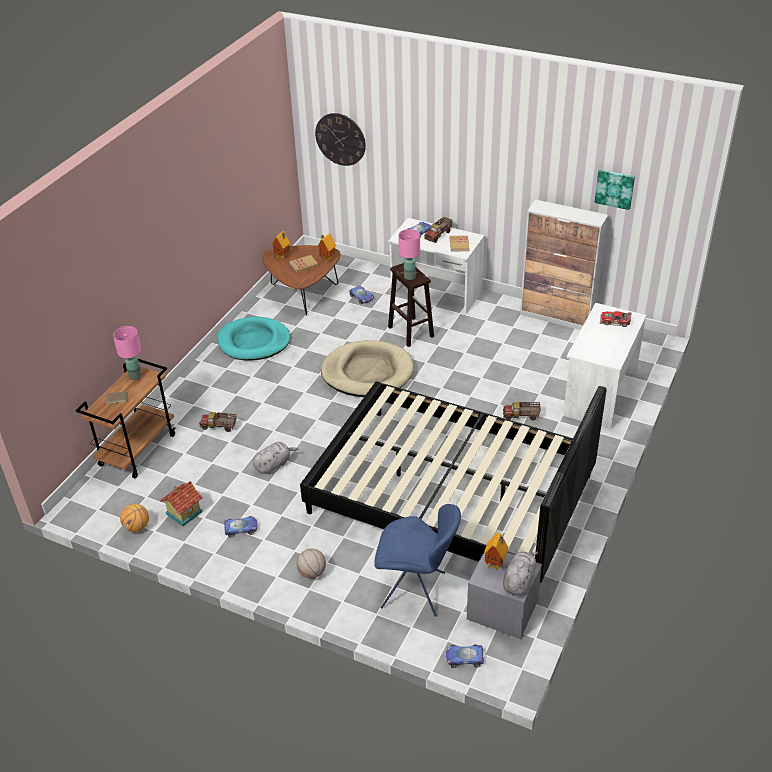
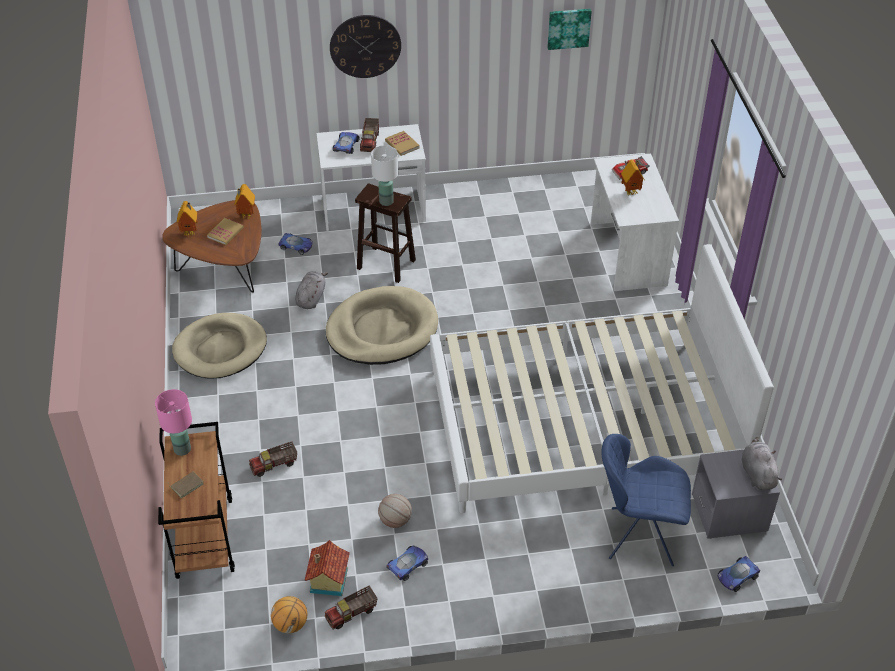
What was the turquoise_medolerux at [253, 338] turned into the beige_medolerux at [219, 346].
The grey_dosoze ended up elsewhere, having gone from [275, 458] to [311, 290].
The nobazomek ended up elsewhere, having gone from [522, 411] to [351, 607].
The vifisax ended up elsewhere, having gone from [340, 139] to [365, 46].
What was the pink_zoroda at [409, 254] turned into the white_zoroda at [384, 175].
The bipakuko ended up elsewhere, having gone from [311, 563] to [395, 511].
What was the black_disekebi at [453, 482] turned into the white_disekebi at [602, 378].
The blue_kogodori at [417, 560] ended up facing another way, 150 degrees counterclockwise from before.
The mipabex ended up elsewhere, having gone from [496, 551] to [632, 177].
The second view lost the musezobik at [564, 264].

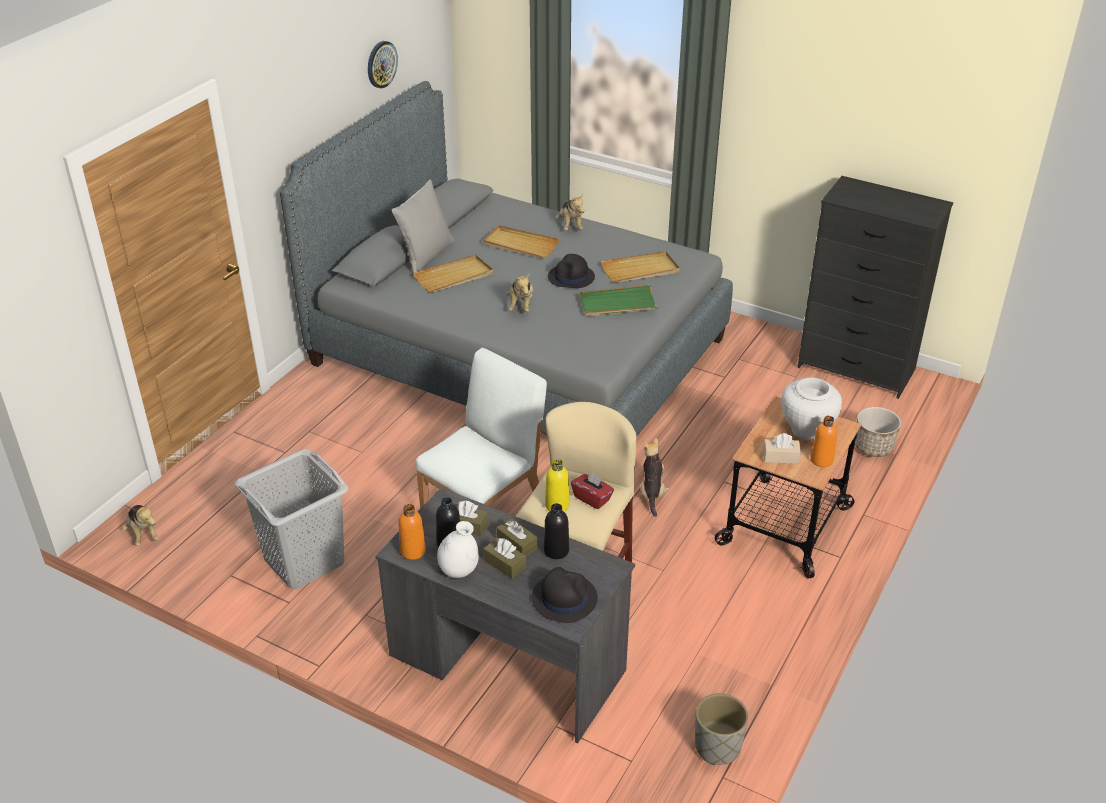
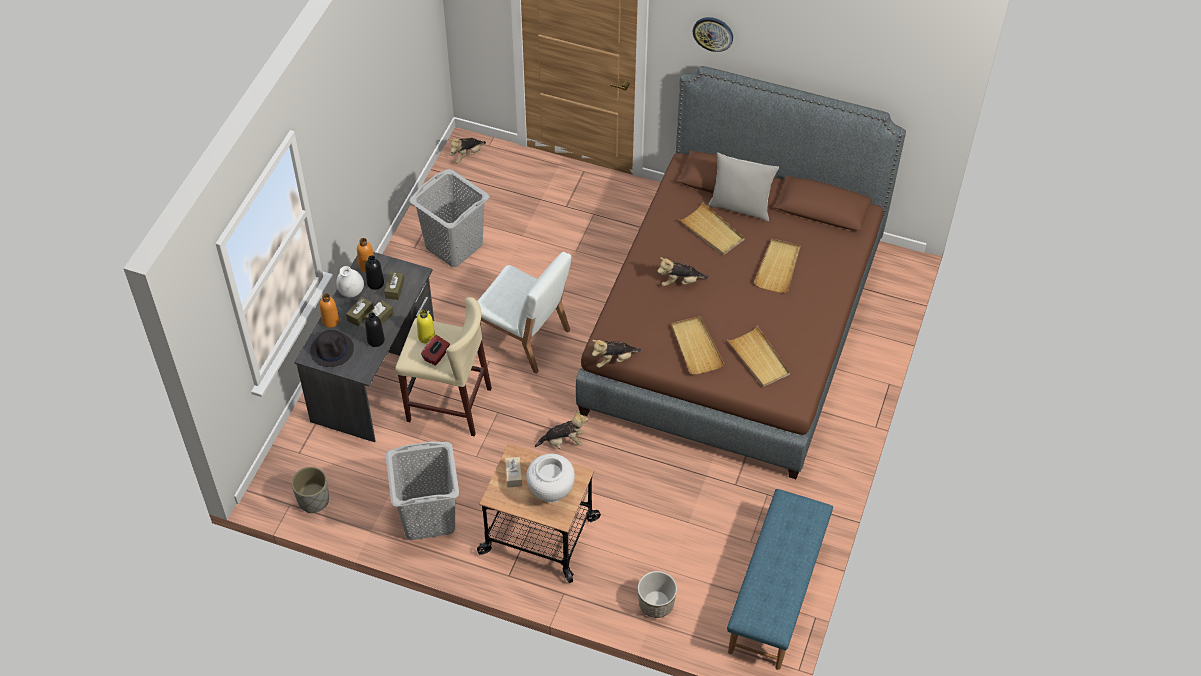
The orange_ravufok ended up elsewhere, having gone from [823, 441] to [329, 310].
The second view gained the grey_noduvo at [422, 490].
What was the grey_disekebi at [506, 258] turned into the brown_disekebi at [741, 272].
The dosoze ended up elsewhere, having gone from [570, 212] to [616, 354].
What was the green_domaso at [619, 301] turned into the beige_domaso at [697, 345].
The vifisax ended up elsewhere, having gone from [383, 64] to [713, 34].
Where the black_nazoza stood at [875, 287], the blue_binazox came to stand at [780, 579].
The second view lost the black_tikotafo at [571, 271].

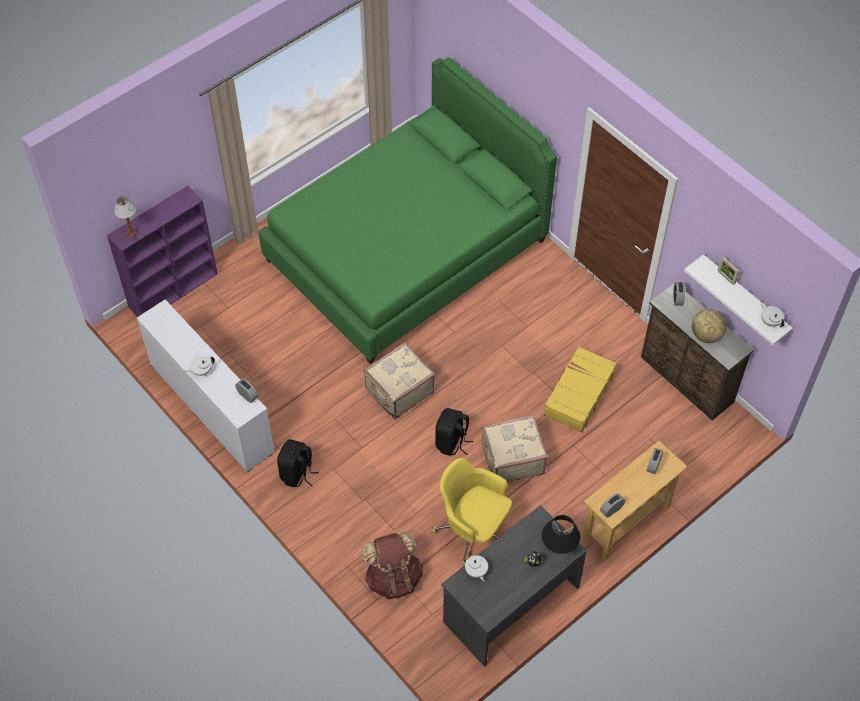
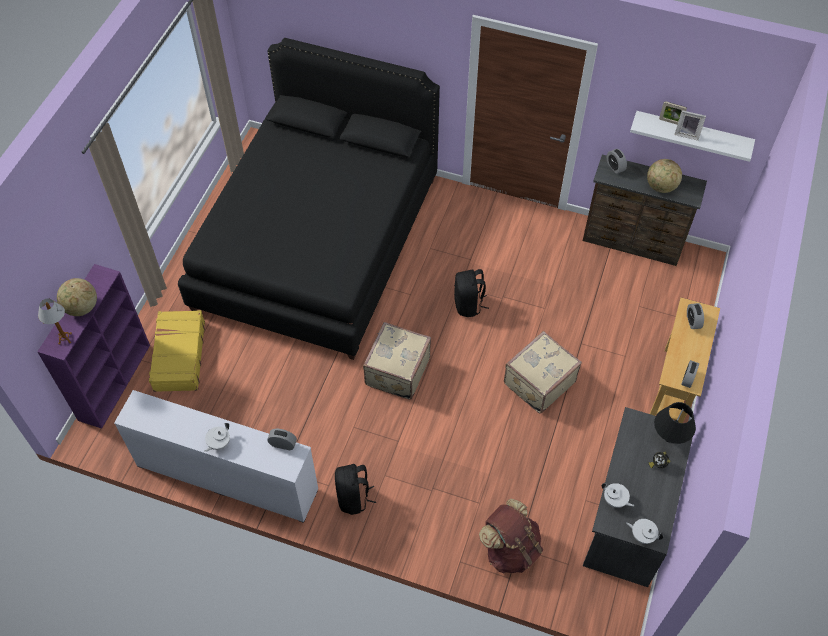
The second view gained the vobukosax at [77, 297].
The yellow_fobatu ended up elsewhere, having gone from [580, 389] to [177, 351].
What was the green_disekebi at [407, 210] turned into the black_disekebi at [309, 199].
The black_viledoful ended up elsewhere, having gone from [454, 432] to [471, 293].
The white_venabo ended up elsewhere, having gone from [772, 315] to [645, 531].
The second view gained the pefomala at [690, 125].
The second view lost the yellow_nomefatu at [471, 512].

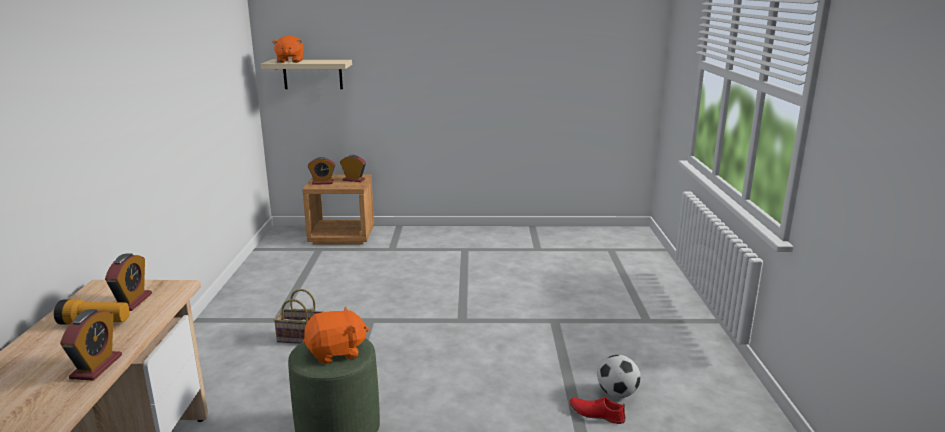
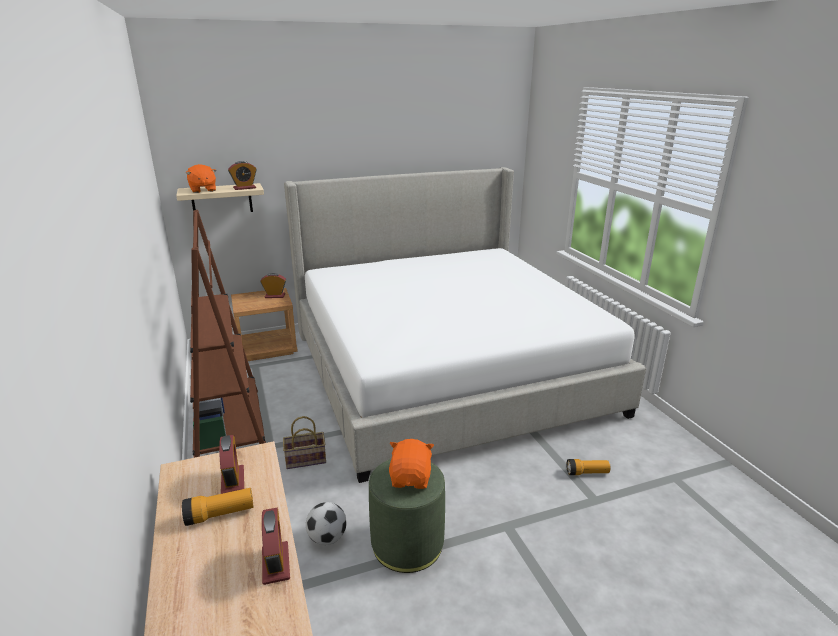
The second view gained the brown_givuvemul at [228, 334].
The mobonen ended up elsewhere, having gone from [321, 171] to [242, 175].
The second view gained the disekebi at [465, 325].
The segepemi ended up elsewhere, having gone from [619, 376] to [326, 523].
The orange_dosoze at [336, 335] ended up facing another way, 45 degrees counterclockwise from before.
Where the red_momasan stood at [598, 410], the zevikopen came to stand at [589, 467].

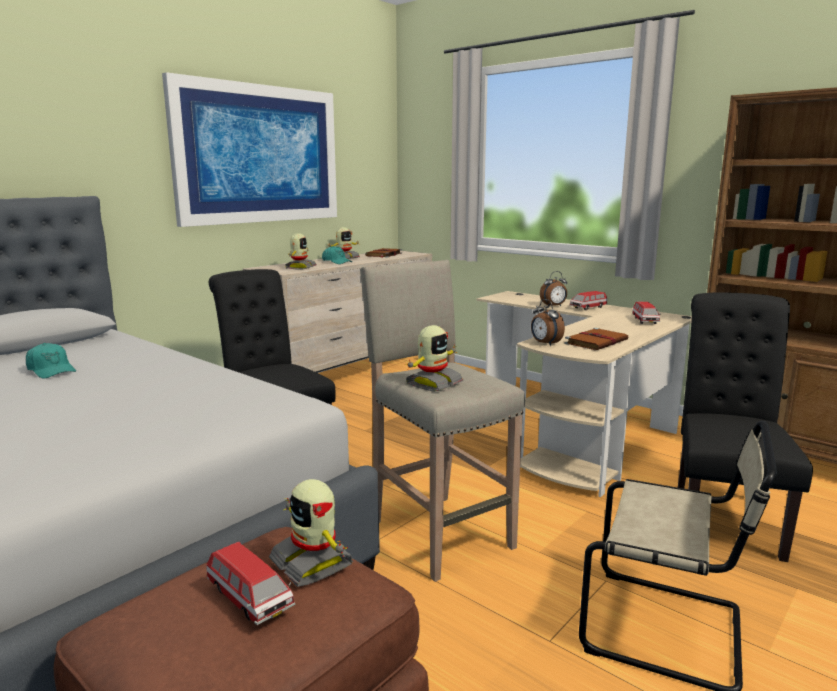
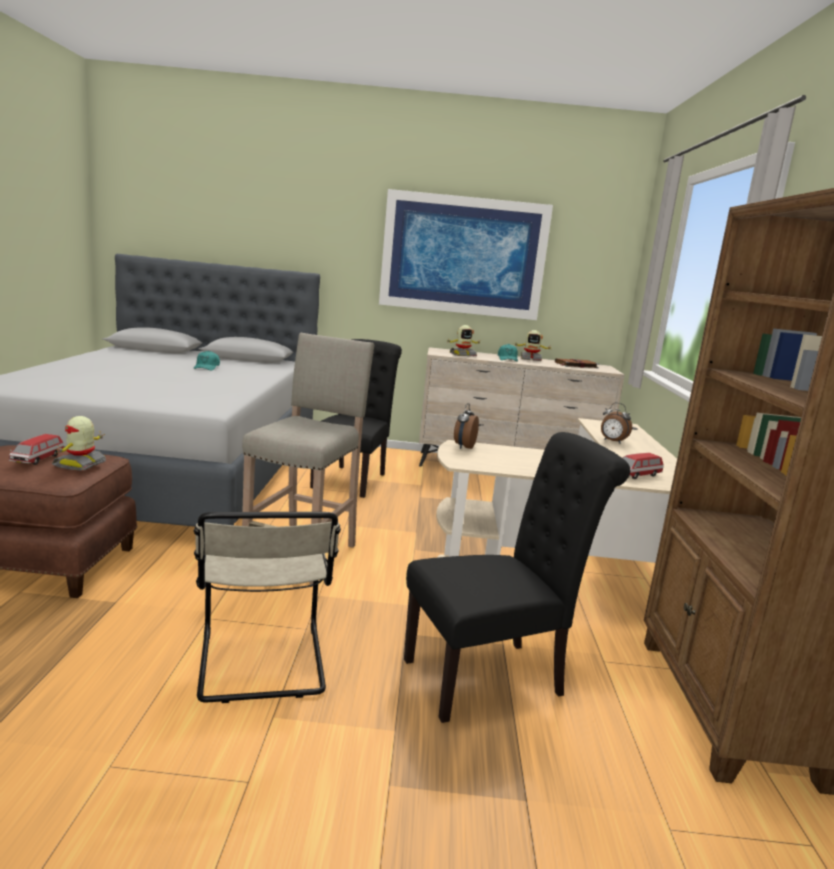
The second view lost the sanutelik at [434, 358].
The second view lost the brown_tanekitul at [596, 339].
The second view lost the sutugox at [588, 300].

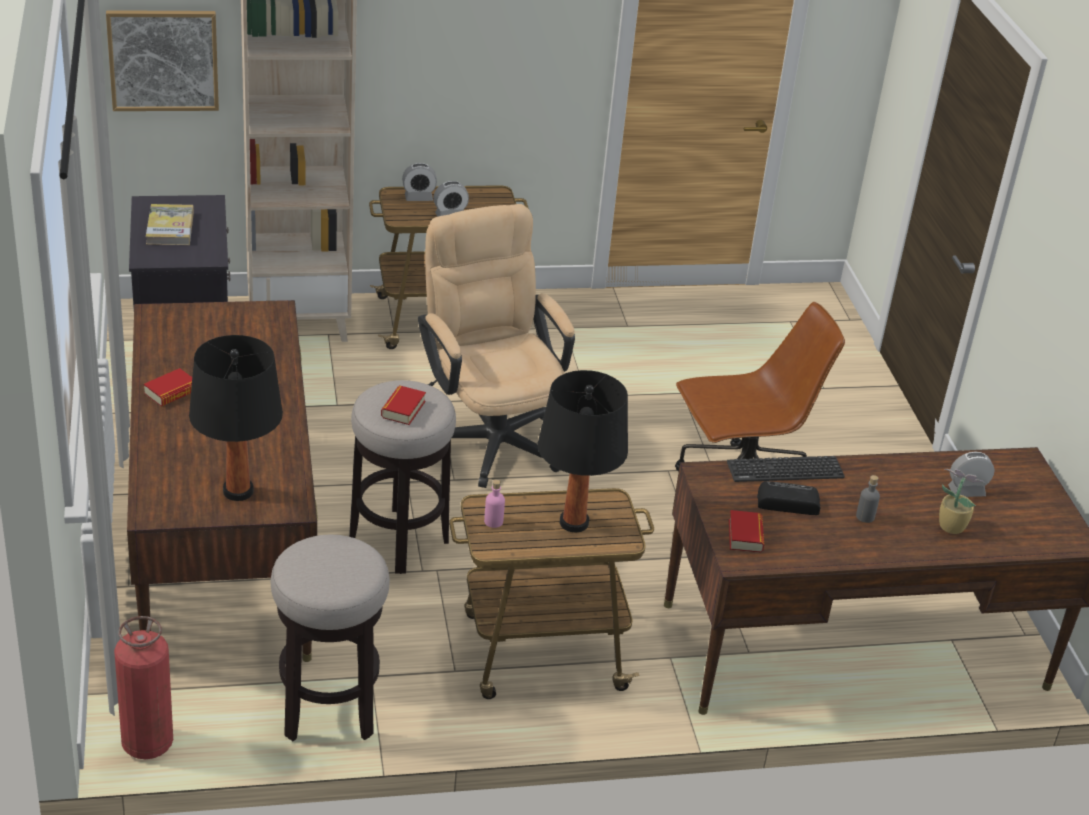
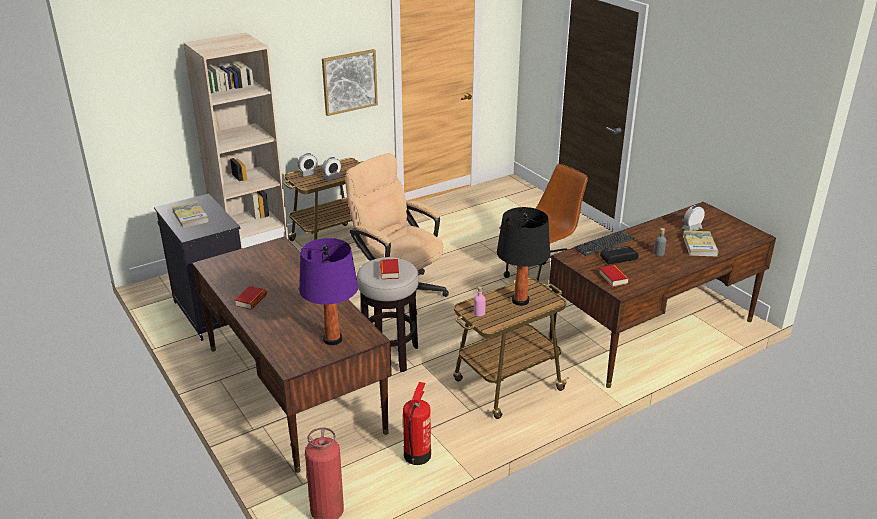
What was the black_zoroda at [236, 418] turned into the purple_zoroda at [328, 291].
The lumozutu ended up elsewhere, having gone from [162, 60] to [350, 82].
Where the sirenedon stood at [330, 637], the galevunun came to stand at [417, 423].
Where the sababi stood at [962, 501], the tanekitul came to stand at [700, 243].

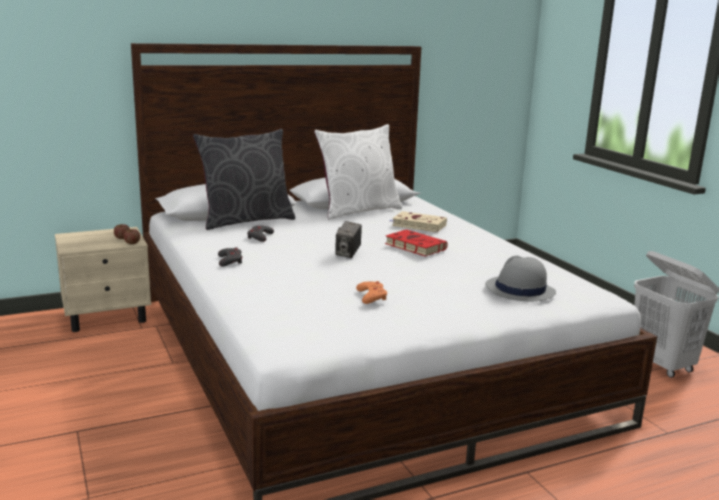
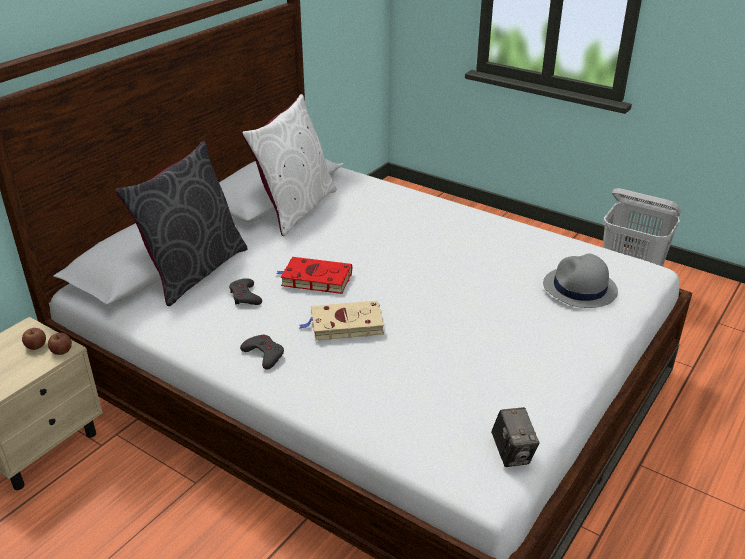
The red_tanekitul ended up elsewhere, having gone from [416, 243] to [314, 275].
The beige_tanekitul ended up elsewhere, having gone from [418, 221] to [341, 321].
The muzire ended up elsewhere, having gone from [348, 239] to [515, 437].
The second view lost the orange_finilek at [371, 292].

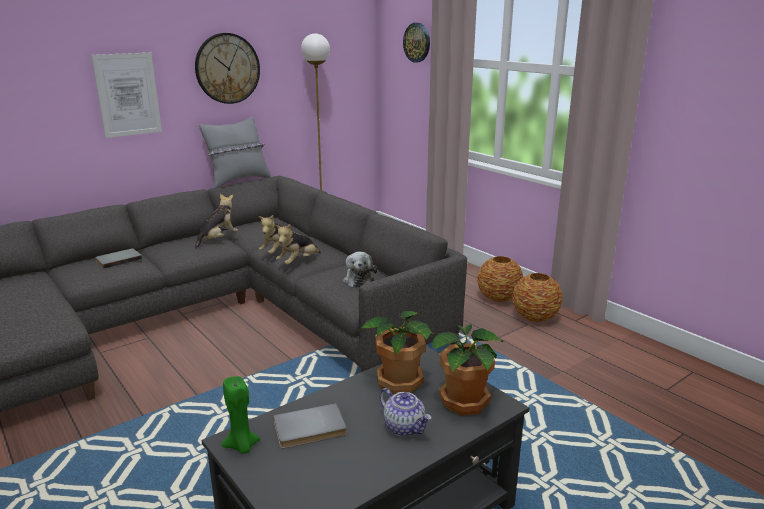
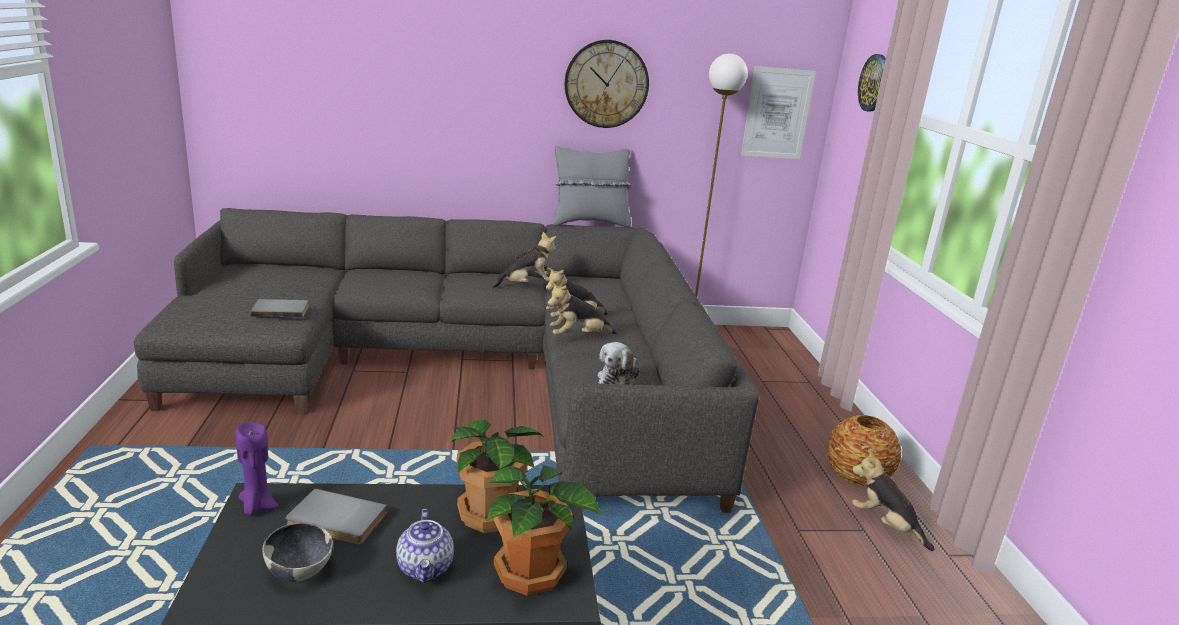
What was the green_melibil at [241, 415] turned into the purple_melibil at [257, 468].
The grey_tanekitul ended up elsewhere, having gone from [118, 258] to [279, 308].
The second view gained the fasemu at [298, 552].
The lumozutu ended up elsewhere, having gone from [126, 95] to [778, 112].
Where the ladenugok stood at [537, 297], the dosoze came to stand at [893, 500].

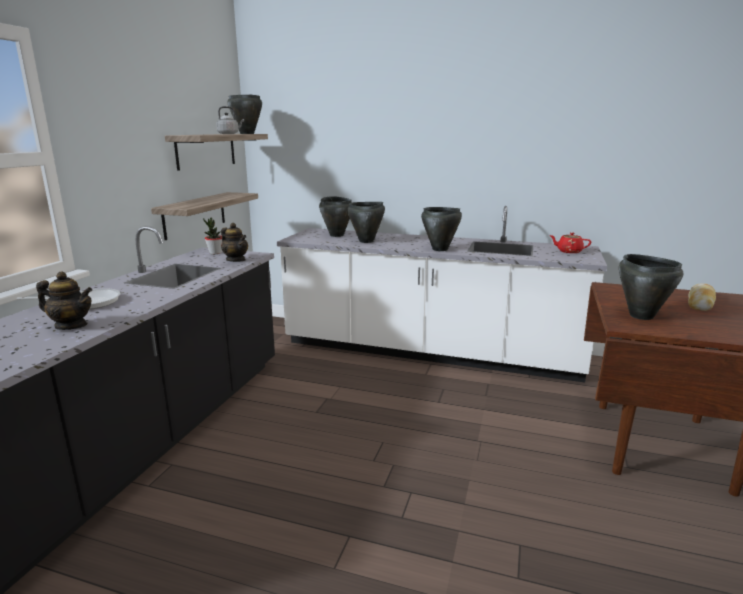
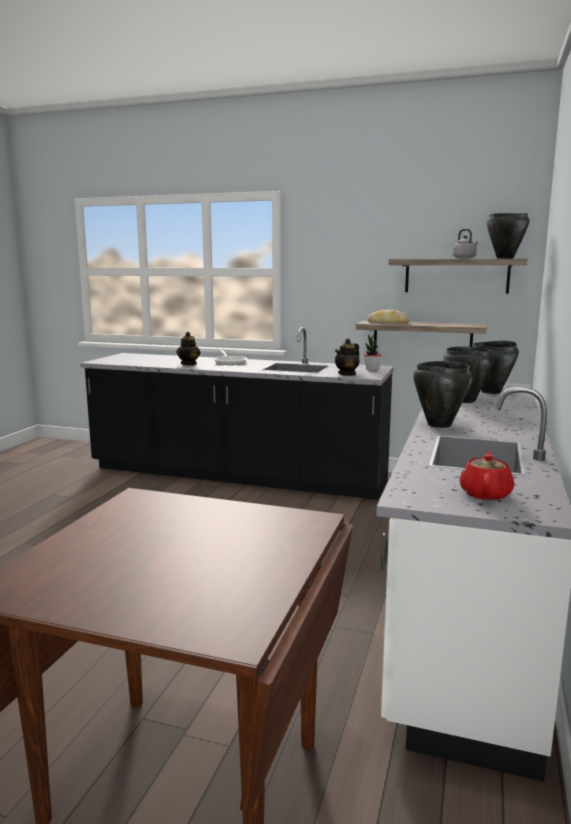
The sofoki ended up elsewhere, having gone from [702, 297] to [389, 316].
The second view lost the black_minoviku at [651, 287].

